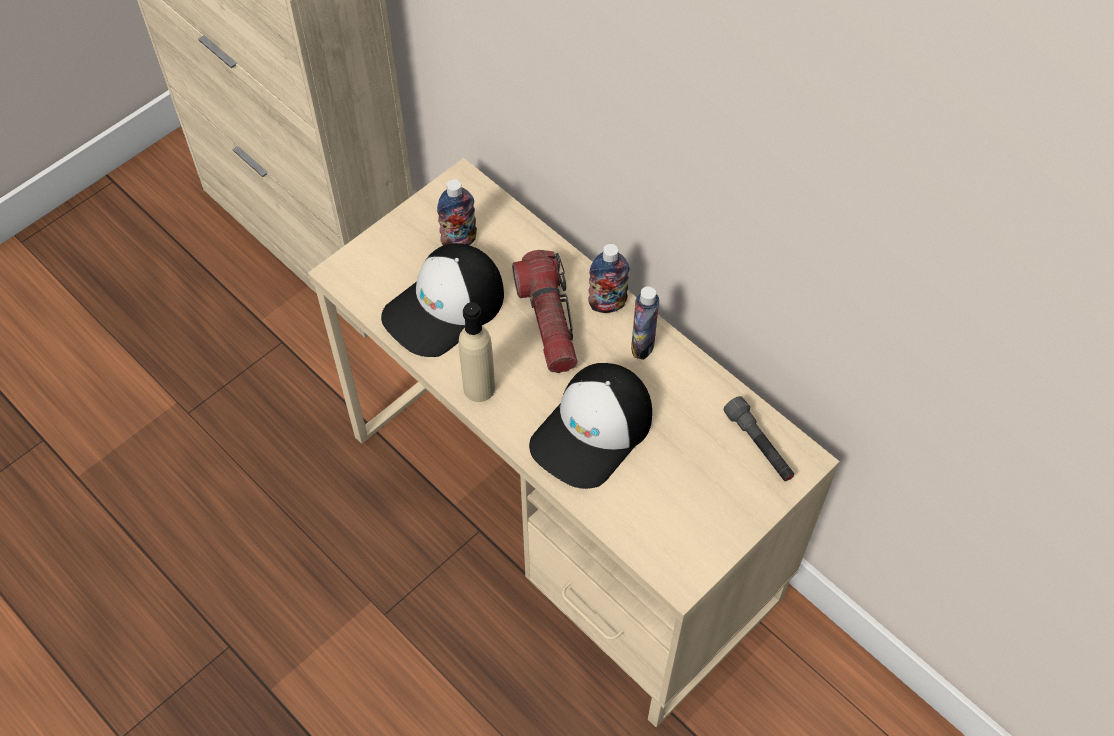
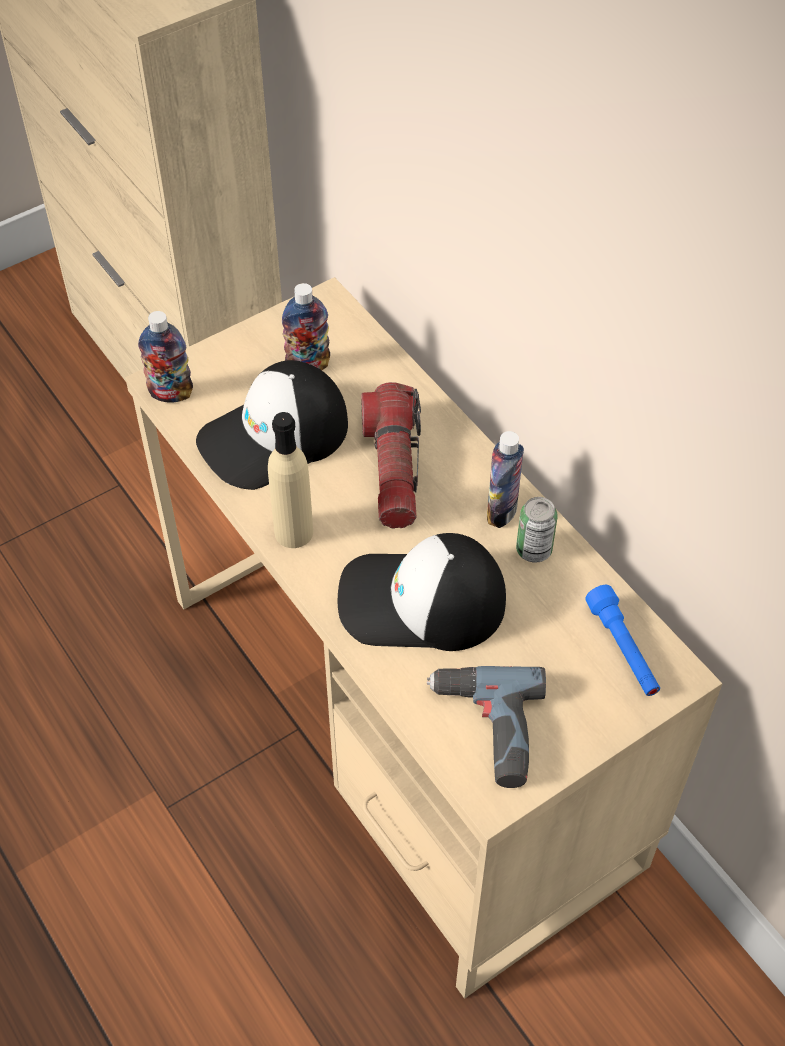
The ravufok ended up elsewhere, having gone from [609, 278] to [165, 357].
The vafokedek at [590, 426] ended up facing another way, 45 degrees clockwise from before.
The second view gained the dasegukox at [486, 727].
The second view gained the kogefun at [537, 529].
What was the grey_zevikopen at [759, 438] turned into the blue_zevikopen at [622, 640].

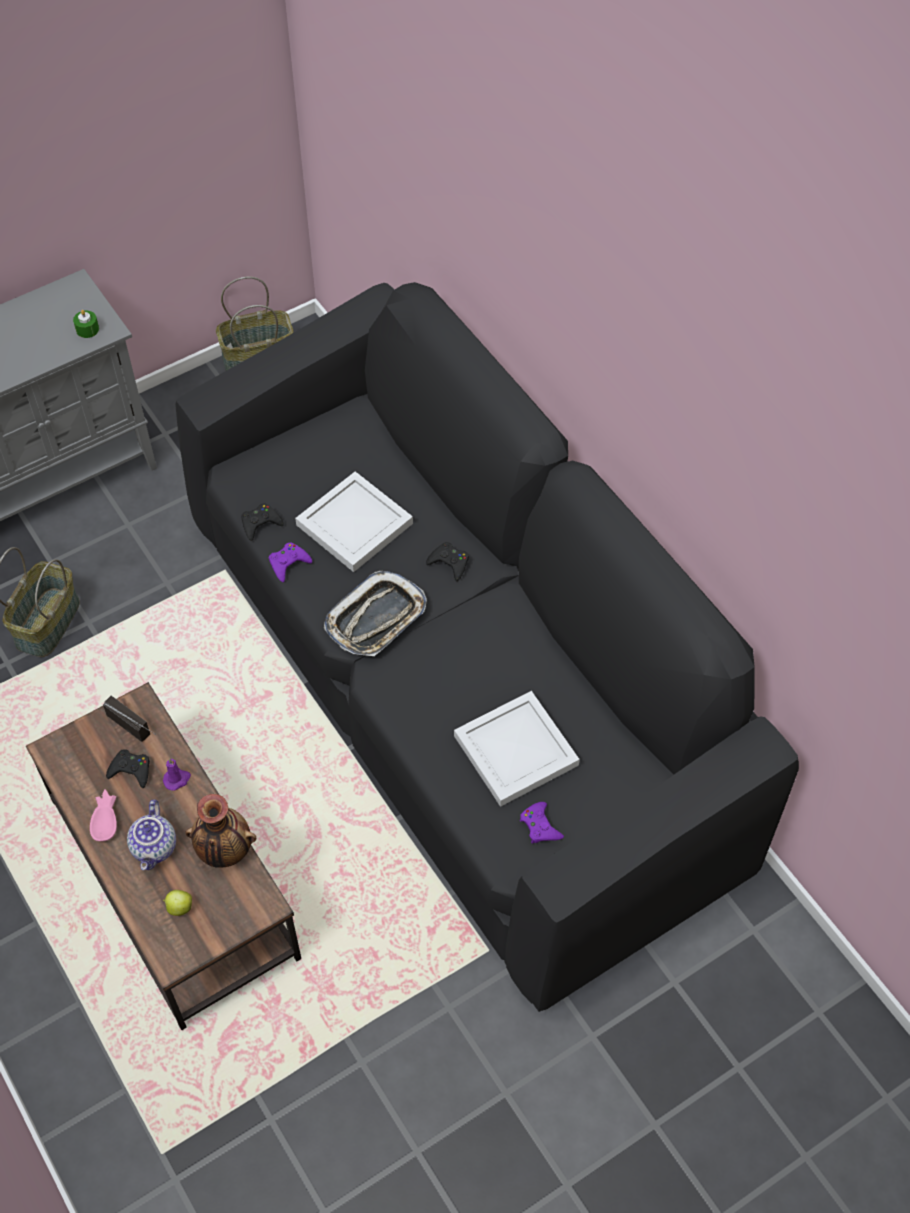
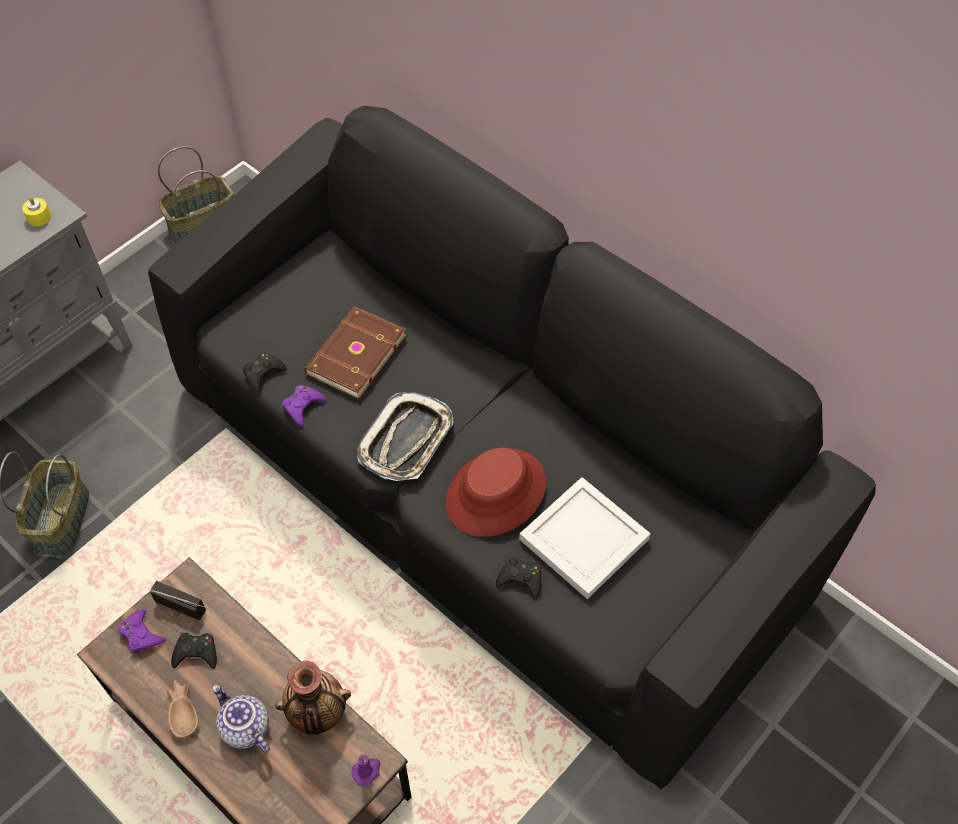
What was the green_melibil at [86, 324] turned into the yellow_melibil at [36, 211].
The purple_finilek ended up elsewhere, having gone from [542, 823] to [142, 632].
What was the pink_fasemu at [103, 815] turned into the brown_fasemu at [182, 709].
The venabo at [151, 834] ended up facing another way, 150 degrees clockwise from before.
Where the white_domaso stood at [354, 521], the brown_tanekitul came to stand at [355, 353].
The purple_melibil ended up elsewhere, having gone from [177, 774] to [366, 770].
The second view gained the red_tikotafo at [495, 492].
The black_finilek ended up elsewhere, having gone from [447, 561] to [518, 578].
The second view lost the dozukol at [177, 903].

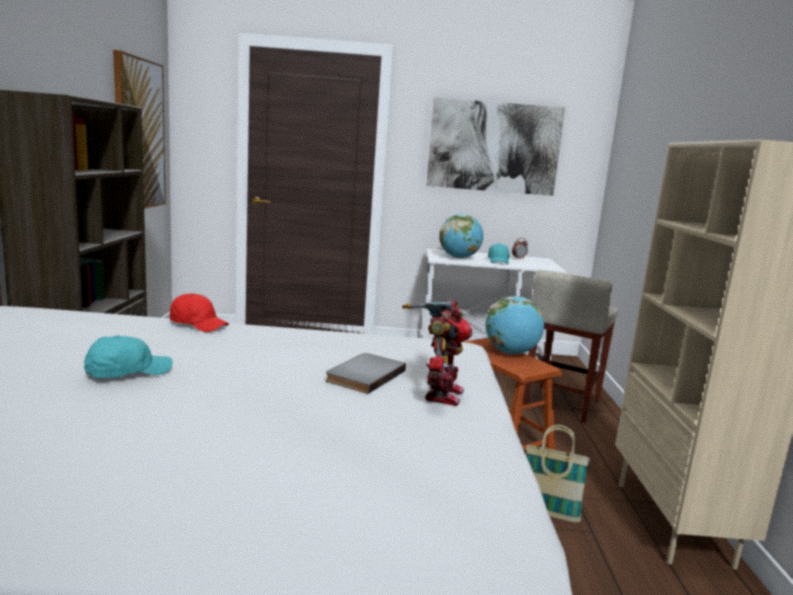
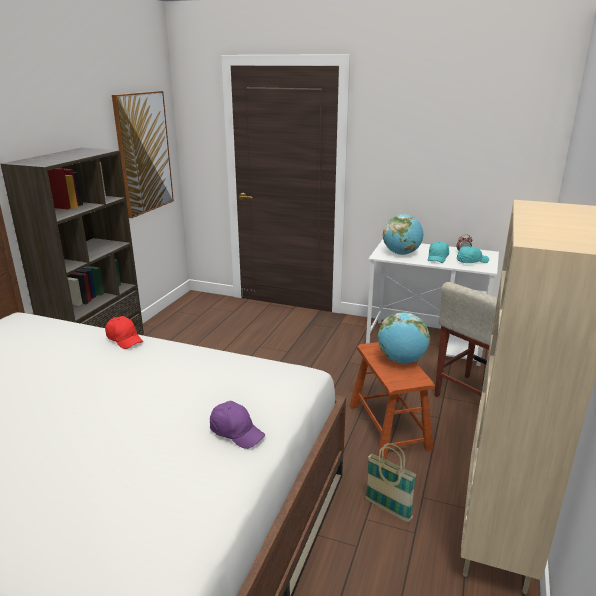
Where the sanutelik stood at [437, 353], the purple_vafokedek came to stand at [237, 425].
The turquoise_vafokedek ended up elsewhere, having gone from [128, 356] to [473, 254].
The second view lost the grey_tanekitul at [366, 373].
The second view lost the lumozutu at [495, 146].

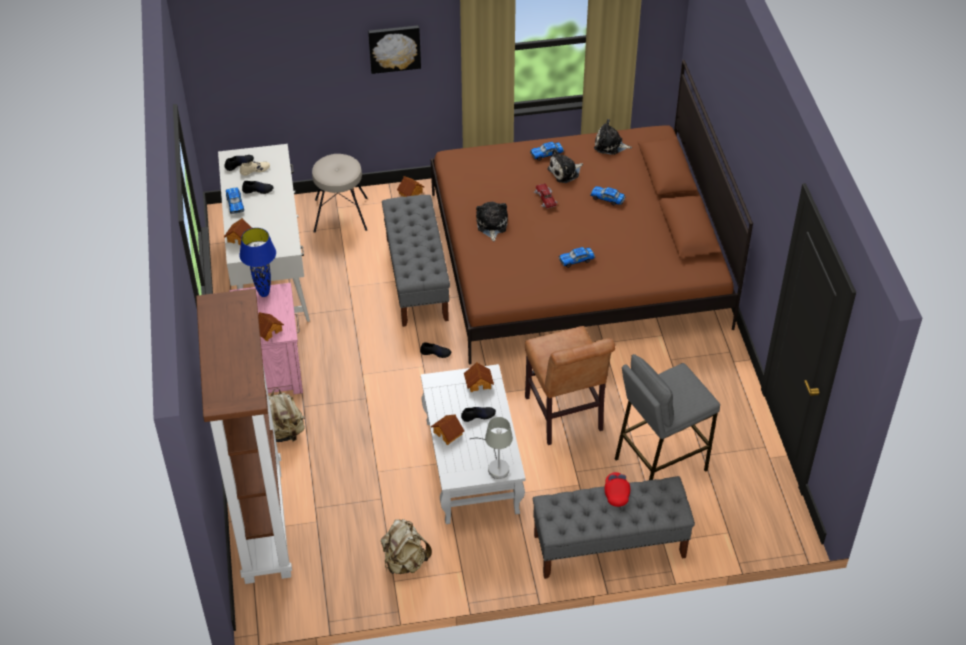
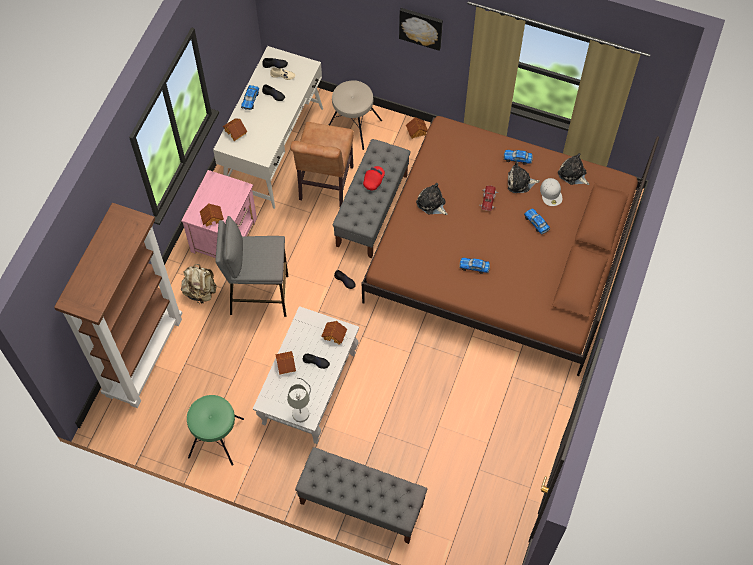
Where the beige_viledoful stood at [406, 546], the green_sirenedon came to stand at [215, 430].
The grey_sirenedon ended up elsewhere, having gone from [667, 417] to [251, 266].
The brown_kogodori ended up elsewhere, having gone from [570, 385] to [322, 164].
The red_vafokedek ended up elsewhere, having gone from [617, 489] to [374, 178].
The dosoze at [492, 221] ended up facing another way, 75 degrees counterclockwise from before.
The second view gained the white_vafokedek at [551, 192].
The second view lost the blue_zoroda at [257, 262].

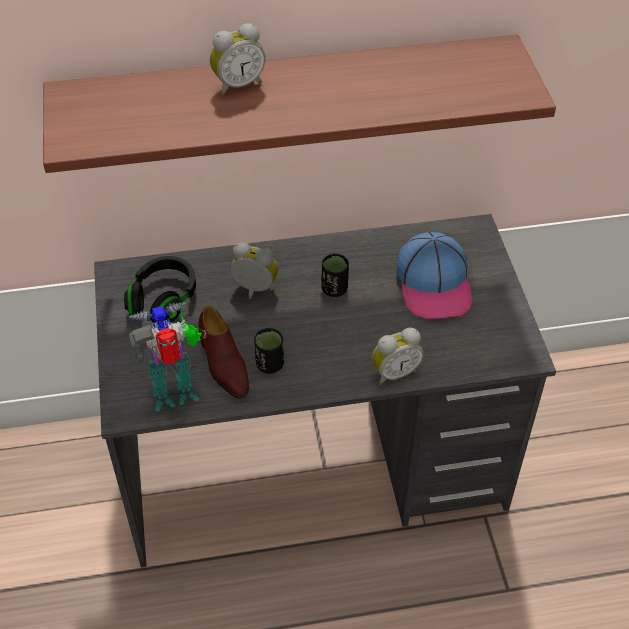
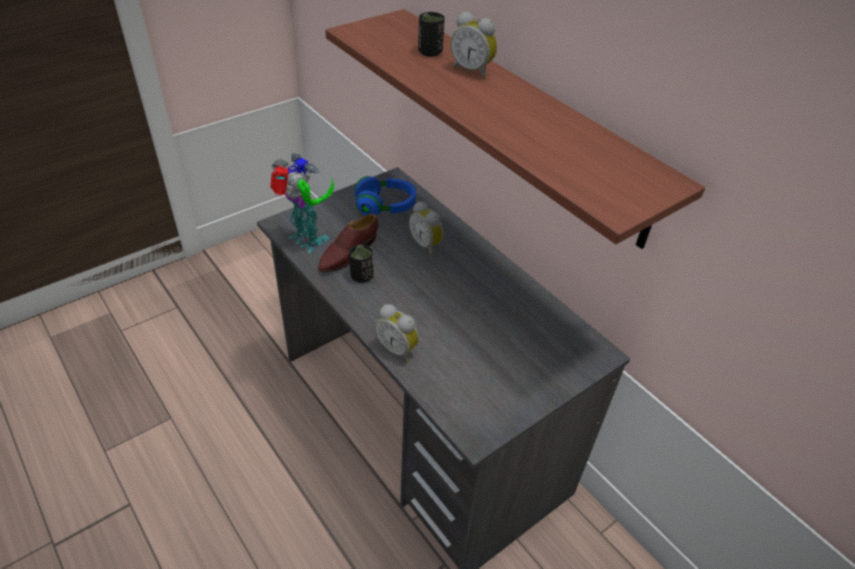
What was the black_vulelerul at [160, 289] turned into the blue_vulelerul at [385, 196].
The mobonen at [254, 270] ended up facing another way, 150 degrees clockwise from before.
The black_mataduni ended up elsewhere, having gone from [335, 275] to [431, 34].
The second view lost the vafokedek at [434, 275].

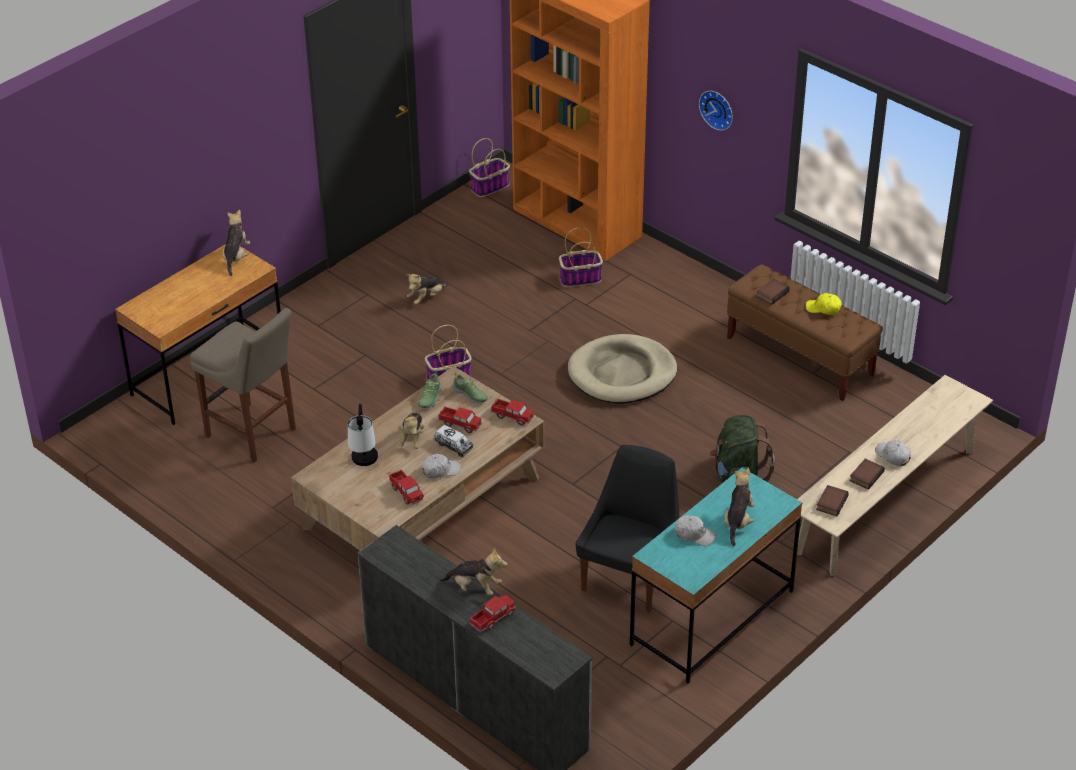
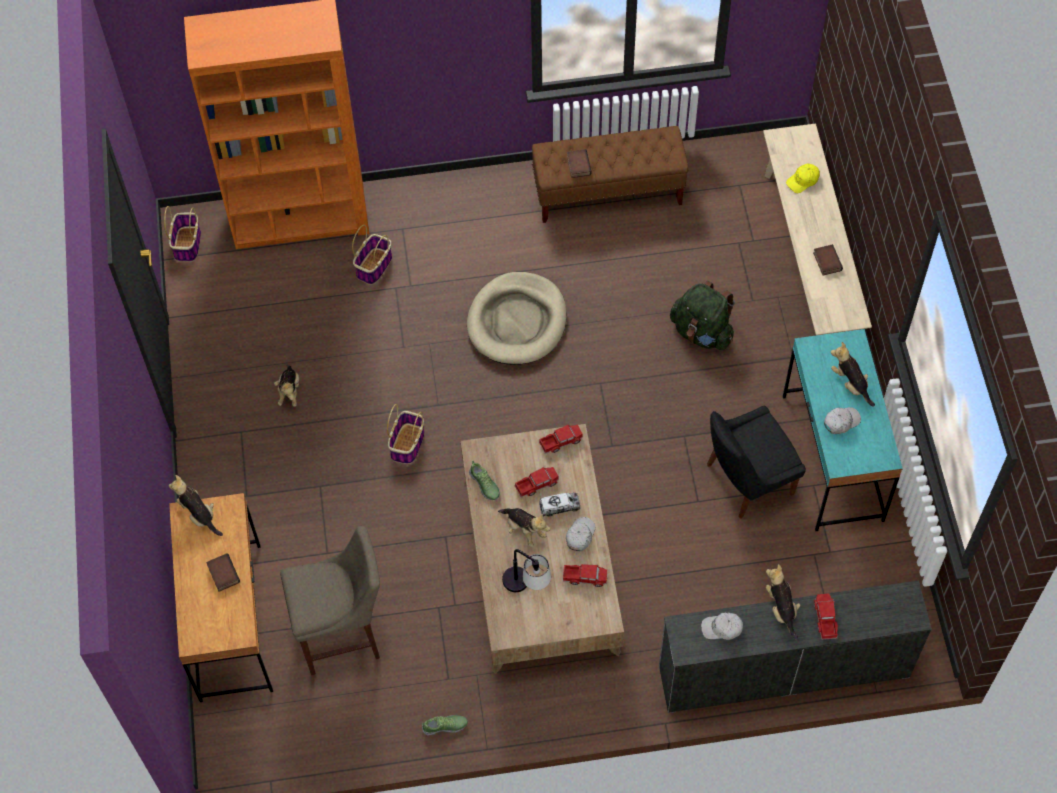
The tanekitul ended up elsewhere, having gone from [832, 500] to [223, 573].
The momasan ended up elsewhere, having gone from [470, 388] to [445, 725].
The white_vafokedek ended up elsewhere, having gone from [893, 453] to [722, 626].
The black_kogodori at [627, 529] ended up facing another way, 90 degrees counterclockwise from before.
The dosoze at [473, 571] ended up facing another way, 75 degrees counterclockwise from before.
The yellow_vafokedek ended up elsewhere, having gone from [824, 304] to [803, 178].
The second view lost the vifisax at [716, 111].

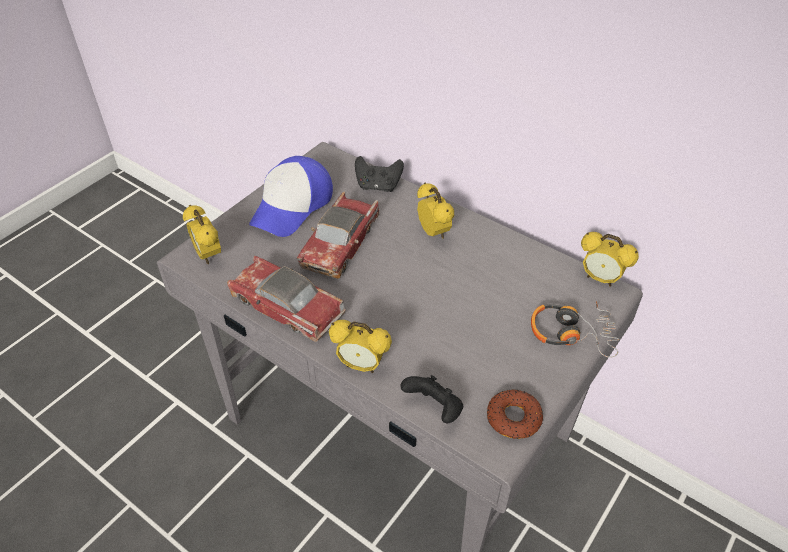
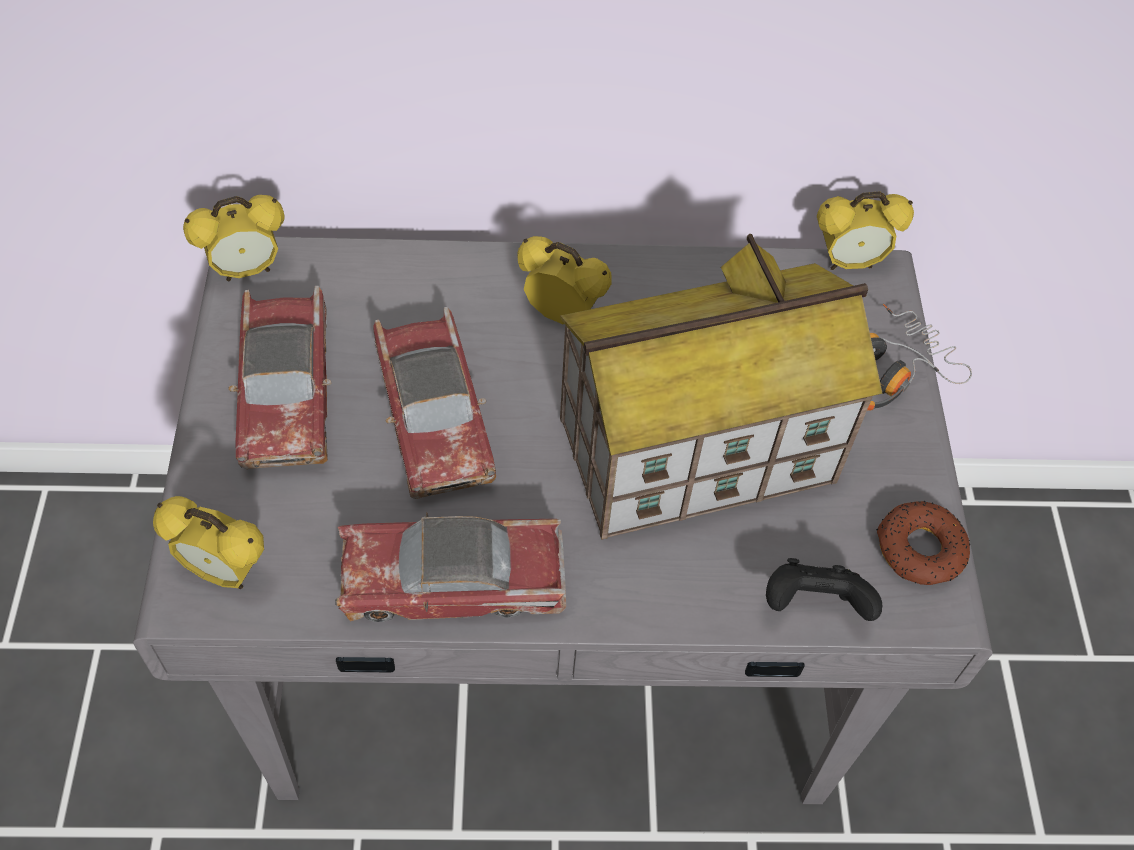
The mobonen ended up elsewhere, having gone from [360, 346] to [233, 238].
Where the vafokedek stood at [291, 196], the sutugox came to stand at [280, 377].
The second view gained the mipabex at [721, 387].
The second view lost the black_finilek at [379, 174].

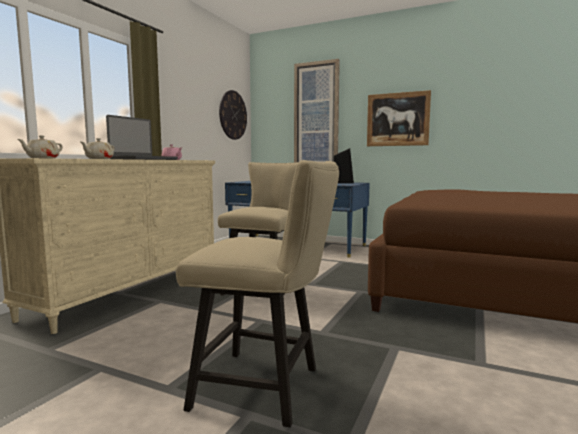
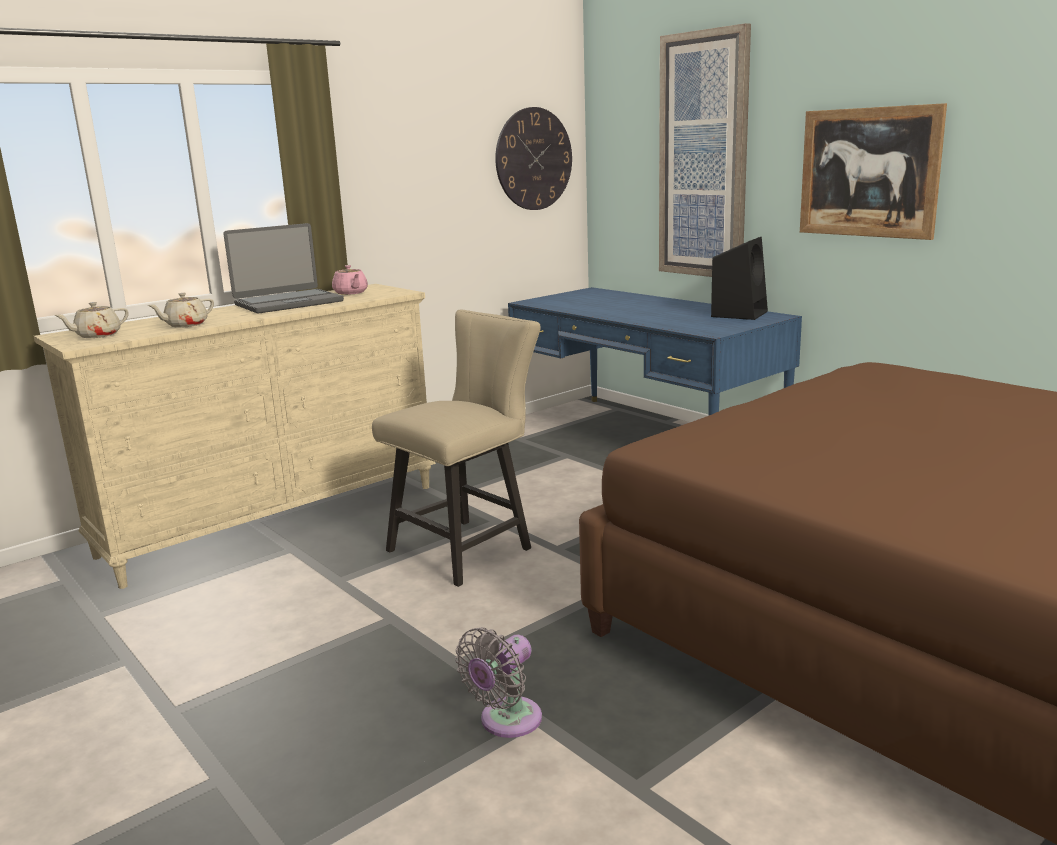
The second view gained the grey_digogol at [498, 682].
The second view lost the beige_kogodori at [257, 293].

